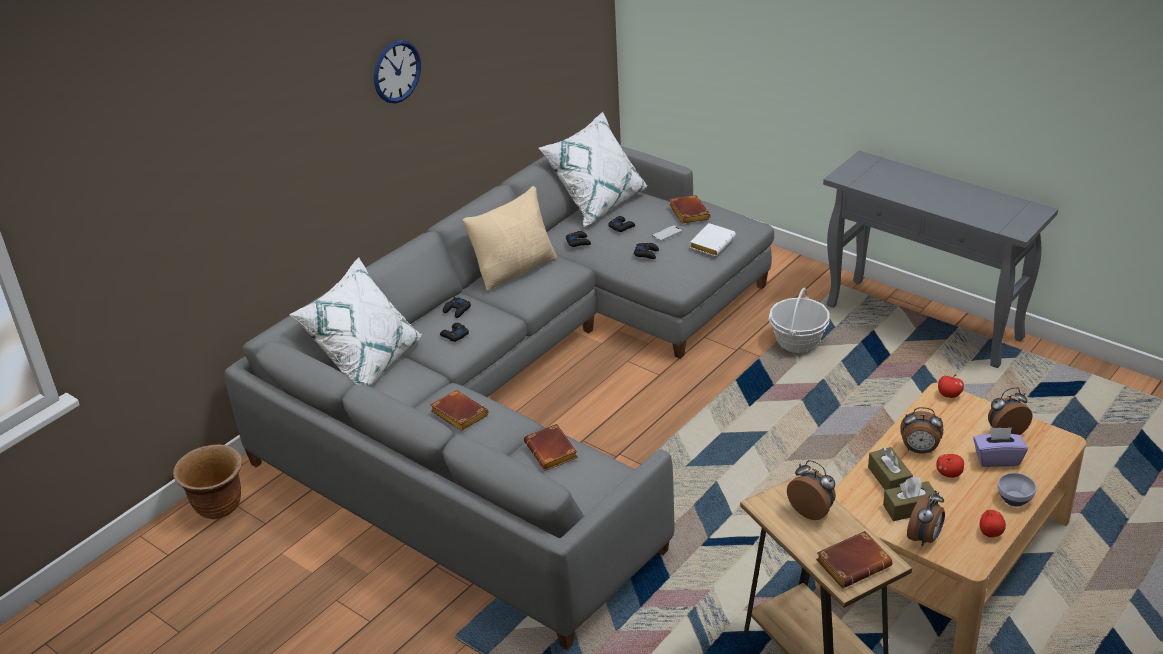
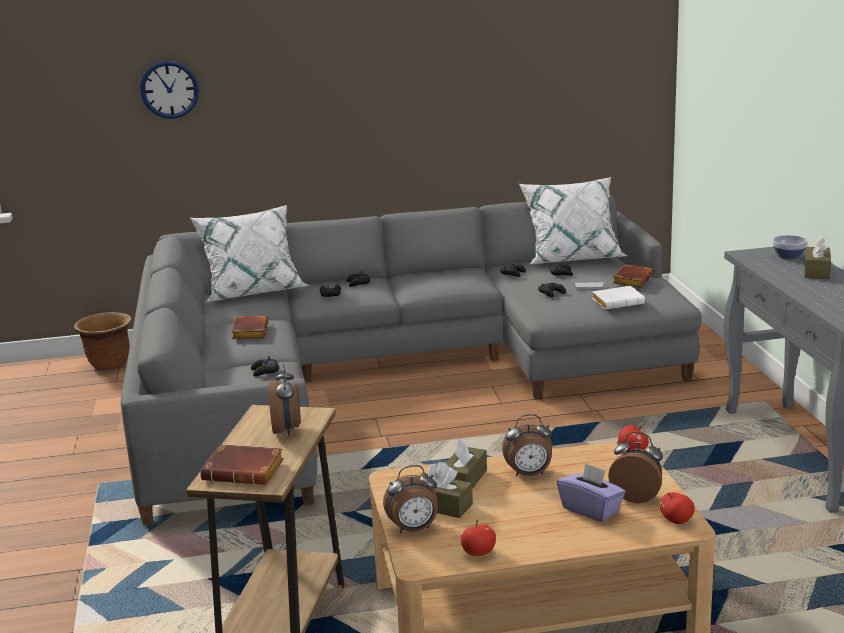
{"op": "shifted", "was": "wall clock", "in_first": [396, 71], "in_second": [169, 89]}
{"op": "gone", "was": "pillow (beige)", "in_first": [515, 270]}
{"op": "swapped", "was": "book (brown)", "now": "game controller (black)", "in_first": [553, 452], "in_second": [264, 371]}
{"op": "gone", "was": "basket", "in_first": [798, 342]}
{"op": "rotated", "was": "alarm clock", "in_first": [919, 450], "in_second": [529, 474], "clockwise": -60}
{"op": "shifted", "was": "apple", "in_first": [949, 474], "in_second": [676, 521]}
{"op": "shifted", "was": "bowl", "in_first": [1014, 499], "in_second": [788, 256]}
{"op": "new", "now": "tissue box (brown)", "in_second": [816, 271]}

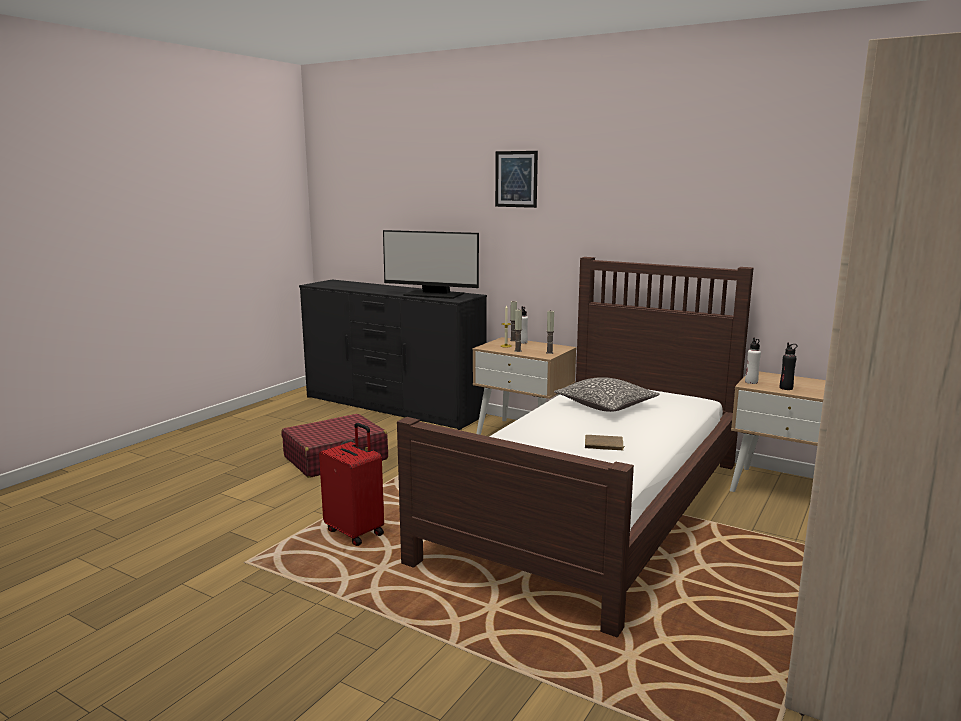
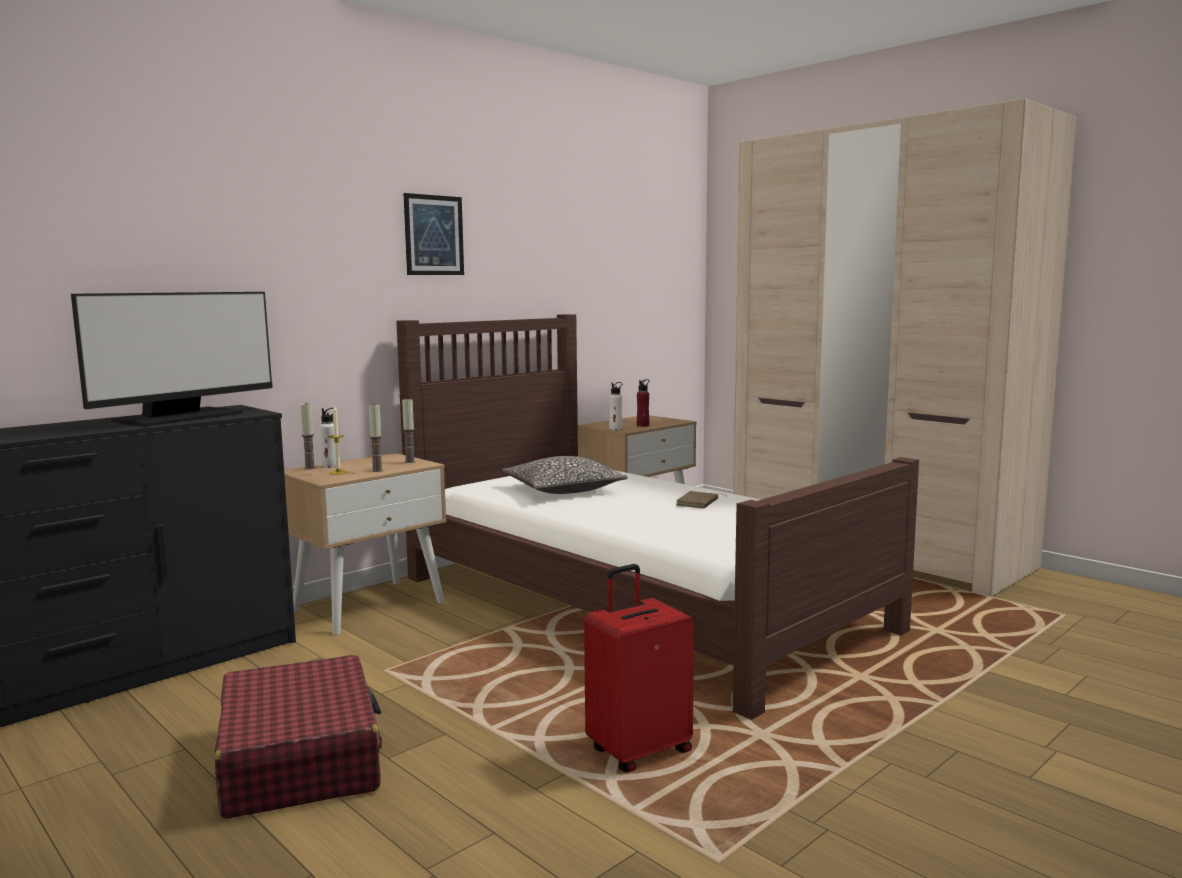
{"op": "shifted", "was": "picture", "in_first": [516, 179], "in_second": [434, 235]}
{"op": "repainted", "was": "bottle (black)", "now": "bottle (red)", "in_first": [786, 388], "in_second": [643, 425]}

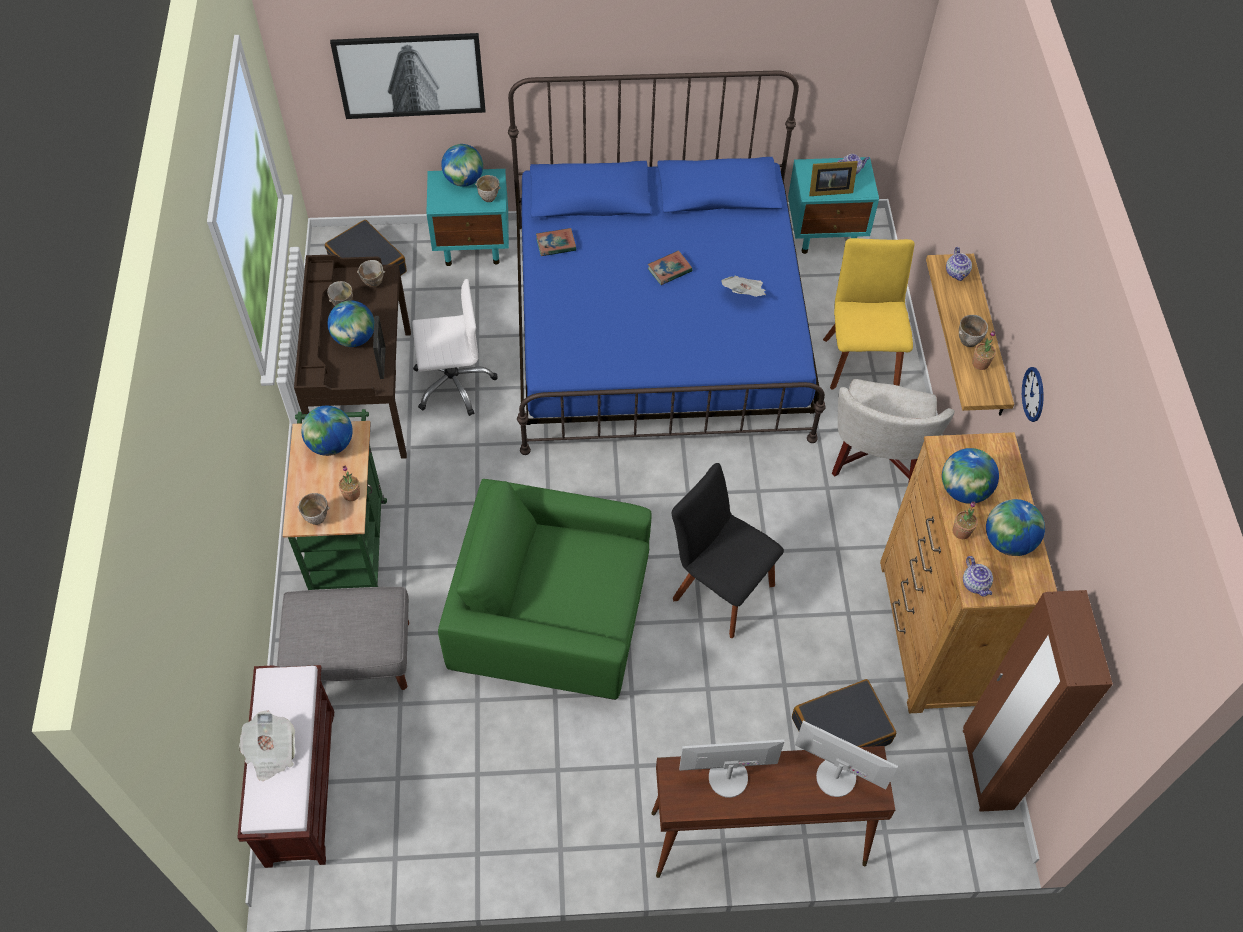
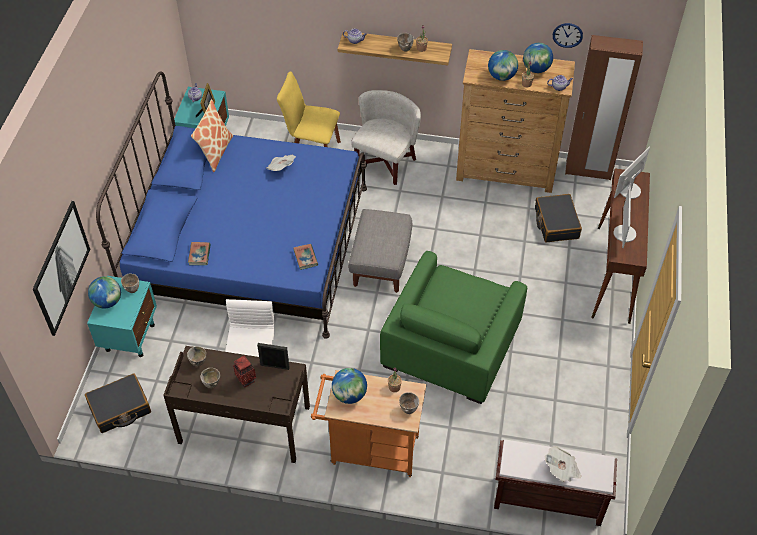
{"op": "shifted", "was": "ottoman (grey)", "in_first": [353, 657], "in_second": [381, 263]}
{"op": "repainted", "was": "cart (green)", "now": "cart (orange)", "in_first": [349, 541], "in_second": [369, 450]}
{"op": "swapped", "was": "globe", "now": "vase", "in_first": [354, 338], "in_second": [246, 380]}
{"op": "shifted", "was": "book", "in_first": [669, 270], "in_second": [305, 258]}
{"op": "gone", "was": "chair (black)", "in_first": [719, 588]}
{"op": "rotated", "was": "armchair (white)", "in_first": [876, 457], "in_second": [385, 163], "clockwise": -90}
{"op": "shifted", "was": "wall clock", "in_first": [1033, 394], "in_second": [567, 35]}
{"op": "new", "now": "pillow", "in_second": [215, 152]}

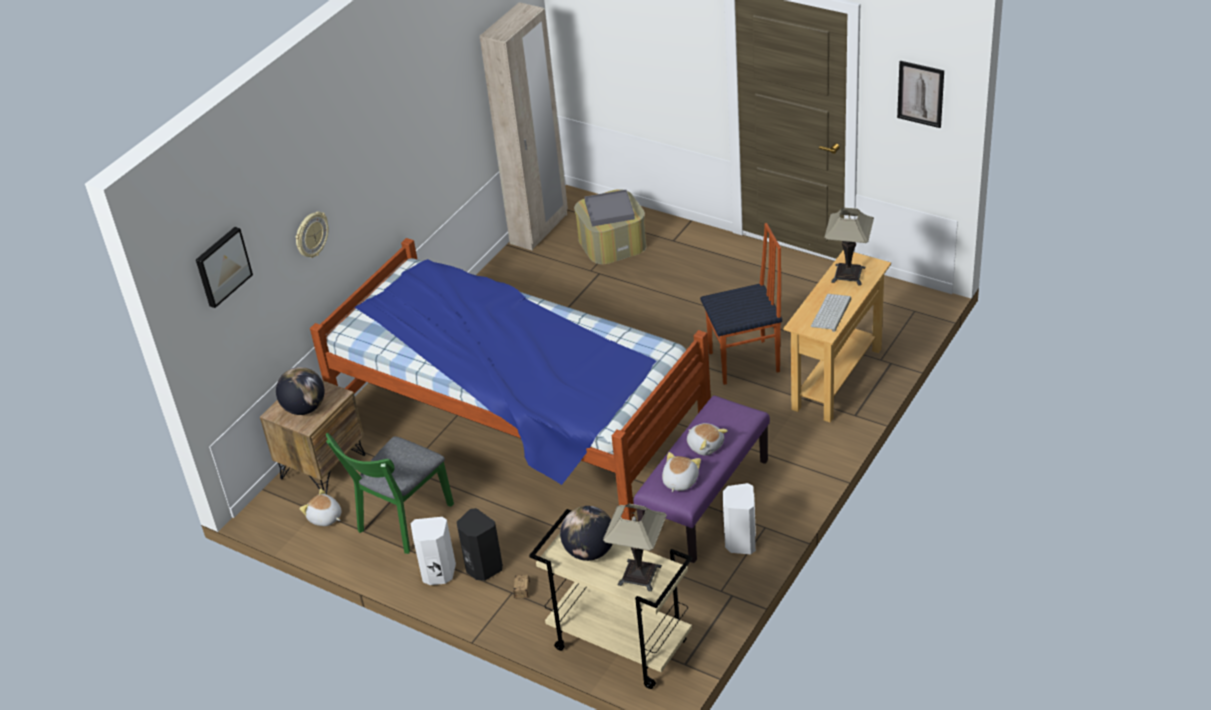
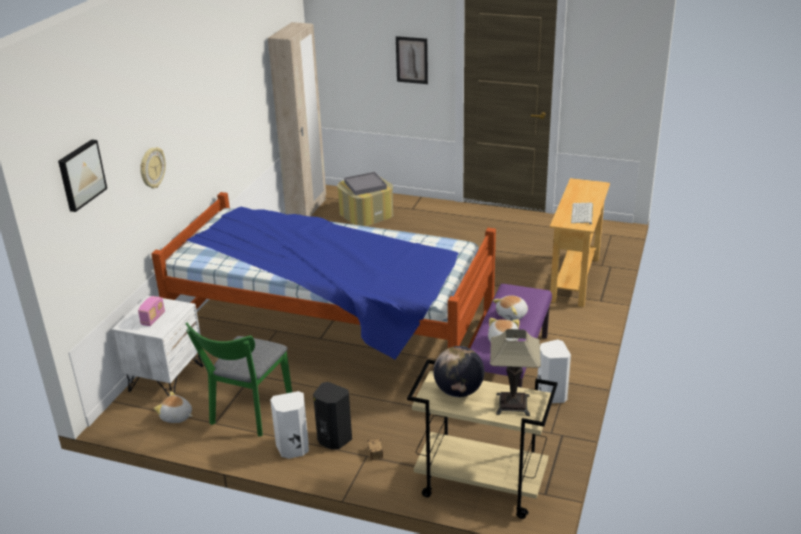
{"op": "repainted", "was": "nightstand (brown)", "now": "nightstand (white)", "in_first": [322, 466], "in_second": [166, 378]}
{"op": "swapped", "was": "globe", "now": "radio", "in_first": [305, 408], "in_second": [153, 319]}
{"op": "rotated", "was": "plush toy", "in_first": [705, 445], "in_second": [512, 315], "clockwise": 105}
{"op": "gone", "was": "chair", "in_first": [745, 363]}
{"op": "gone", "was": "table lamp", "in_first": [848, 275]}
{"op": "shifted", "was": "picture", "in_first": [920, 94], "in_second": [412, 60]}

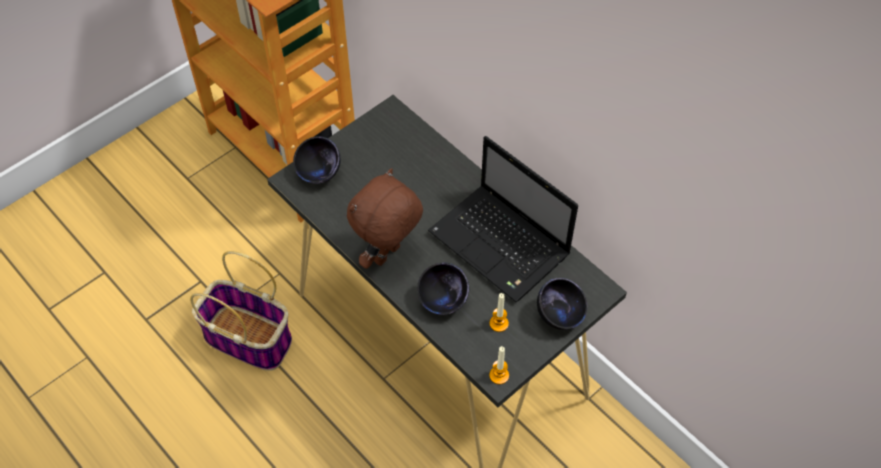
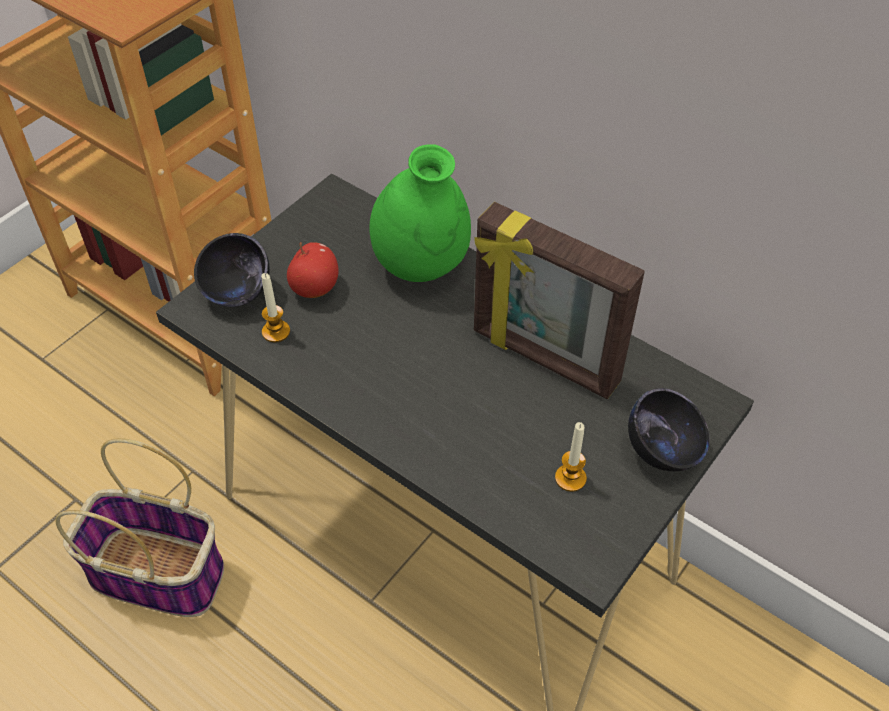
{"op": "gone", "was": "plush toy (brown)", "in_first": [388, 255]}
{"op": "gone", "was": "bowl (black)", "in_first": [443, 300]}
{"op": "swapped", "was": "laptop", "now": "picture frame", "in_first": [502, 245], "in_second": [544, 358]}
{"op": "shifted", "was": "candle", "in_first": [499, 375], "in_second": [276, 332]}
{"op": "new", "now": "apple", "in_second": [315, 288]}
{"op": "new", "now": "vase (green)", "in_second": [421, 266]}

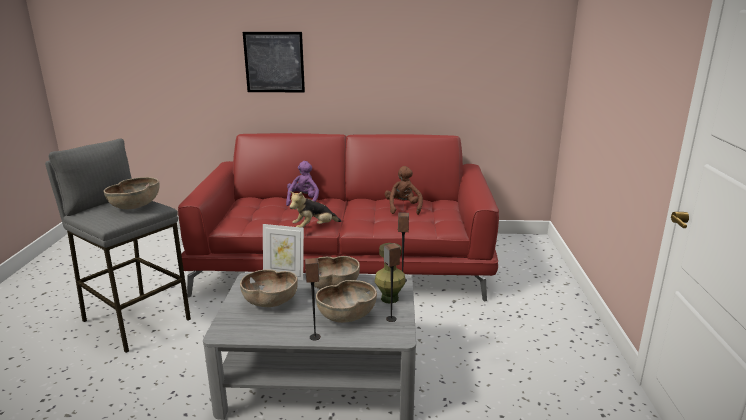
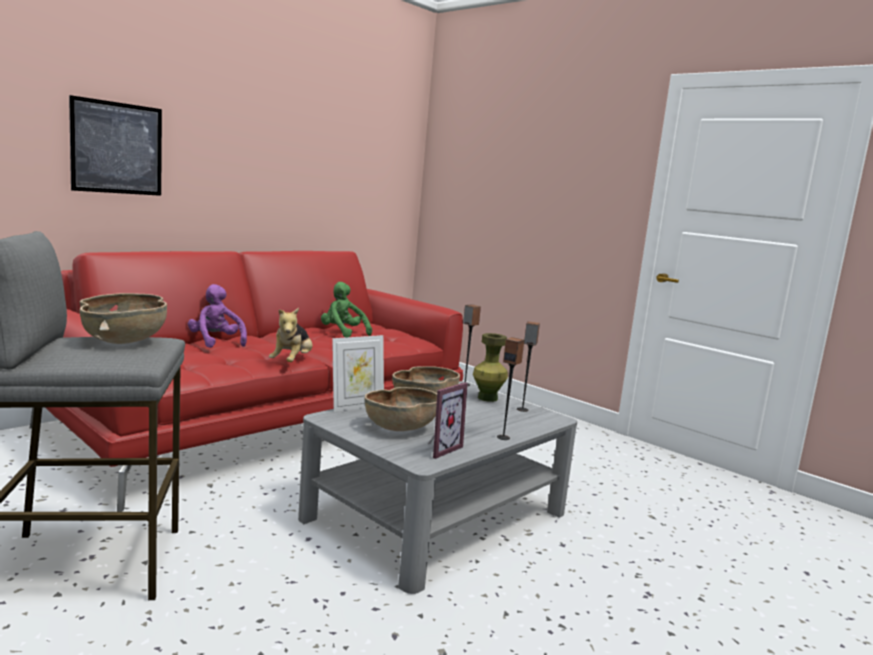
{"op": "gone", "was": "bowl (brown)", "in_first": [347, 316]}
{"op": "repainted", "was": "plush toy (brown)", "now": "plush toy (green)", "in_first": [403, 208], "in_second": [343, 333]}
{"op": "new", "now": "picture frame", "in_second": [439, 449]}

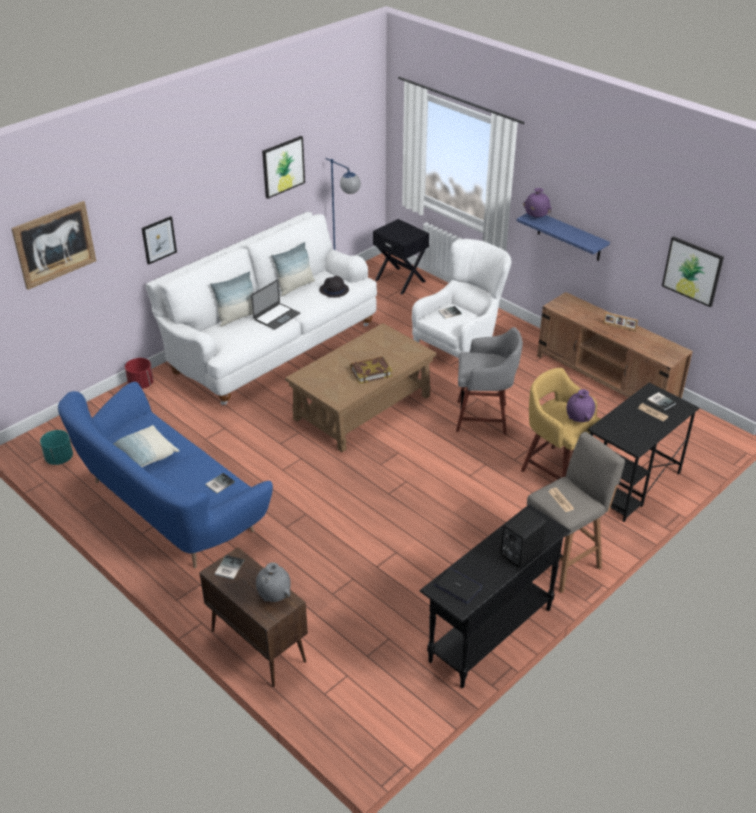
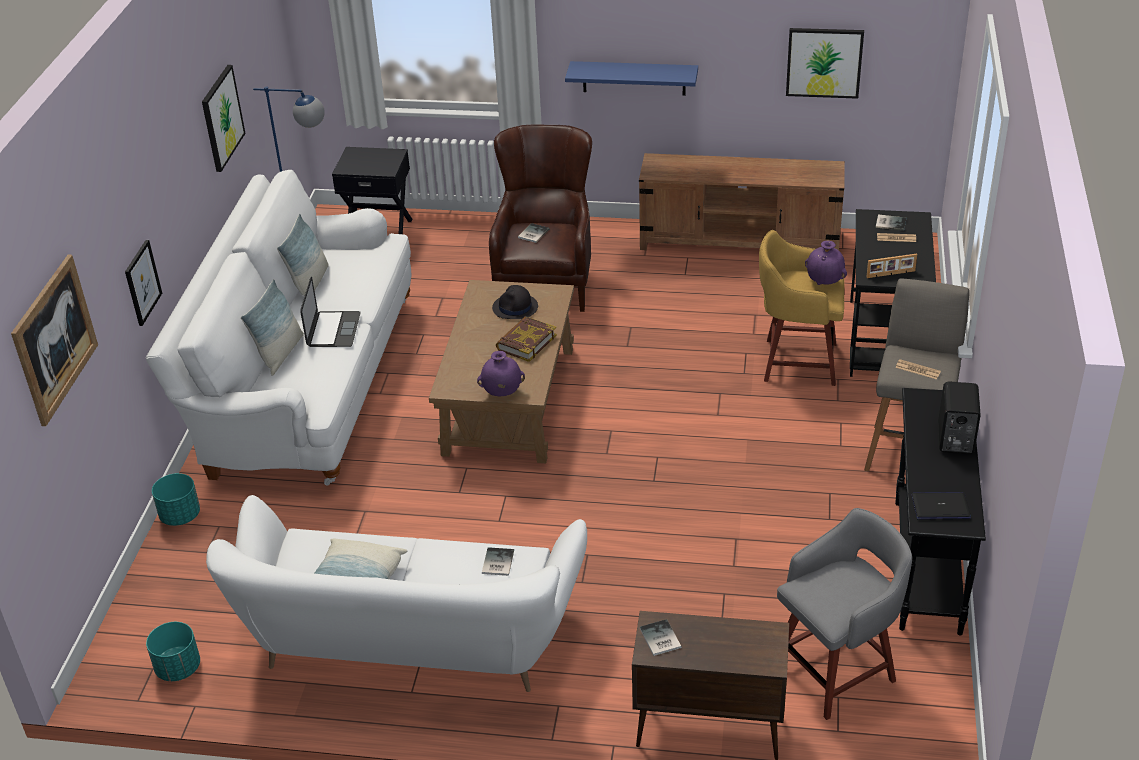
{"op": "repainted", "was": "sofa (blue)", "now": "sofa (white)", "in_first": [168, 507], "in_second": [408, 643]}
{"op": "repainted", "was": "planter (red)", "now": "planter (turquoise)", "in_first": [141, 384], "in_second": [180, 515]}
{"op": "gone", "was": "vase (grey)", "in_first": [274, 596]}
{"op": "shifted", "was": "hat (black)", "in_first": [334, 290], "in_second": [515, 308]}
{"op": "repainted", "was": "armchair (white)", "now": "armchair (brown)", "in_first": [460, 349], "in_second": [546, 281]}
{"op": "shifted", "was": "stool (grey)", "in_first": [484, 418], "in_second": [837, 670]}
{"op": "shifted", "was": "vase (purple)", "in_first": [536, 217], "in_second": [501, 393]}
{"op": "shifted", "was": "picture frame", "in_first": [619, 327], "in_second": [891, 274]}

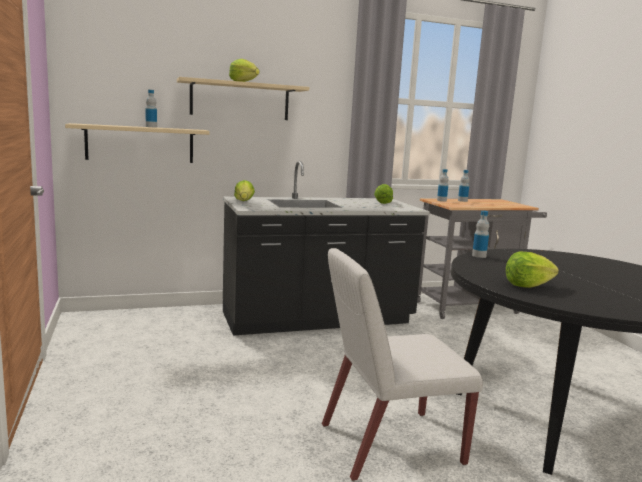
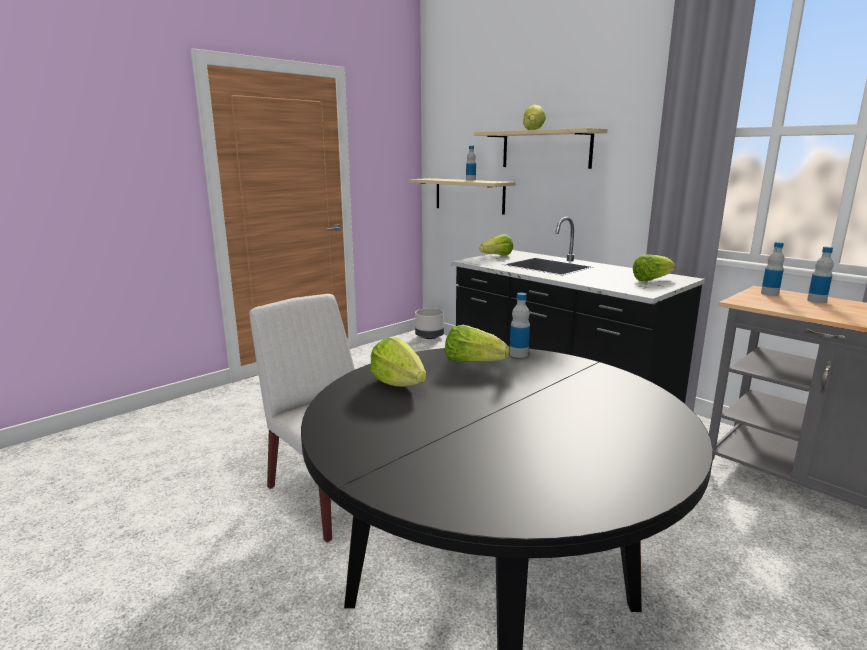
{"op": "new", "now": "planter (grey)", "in_second": [429, 337]}
{"op": "new", "now": "lettuce", "in_second": [473, 362]}

